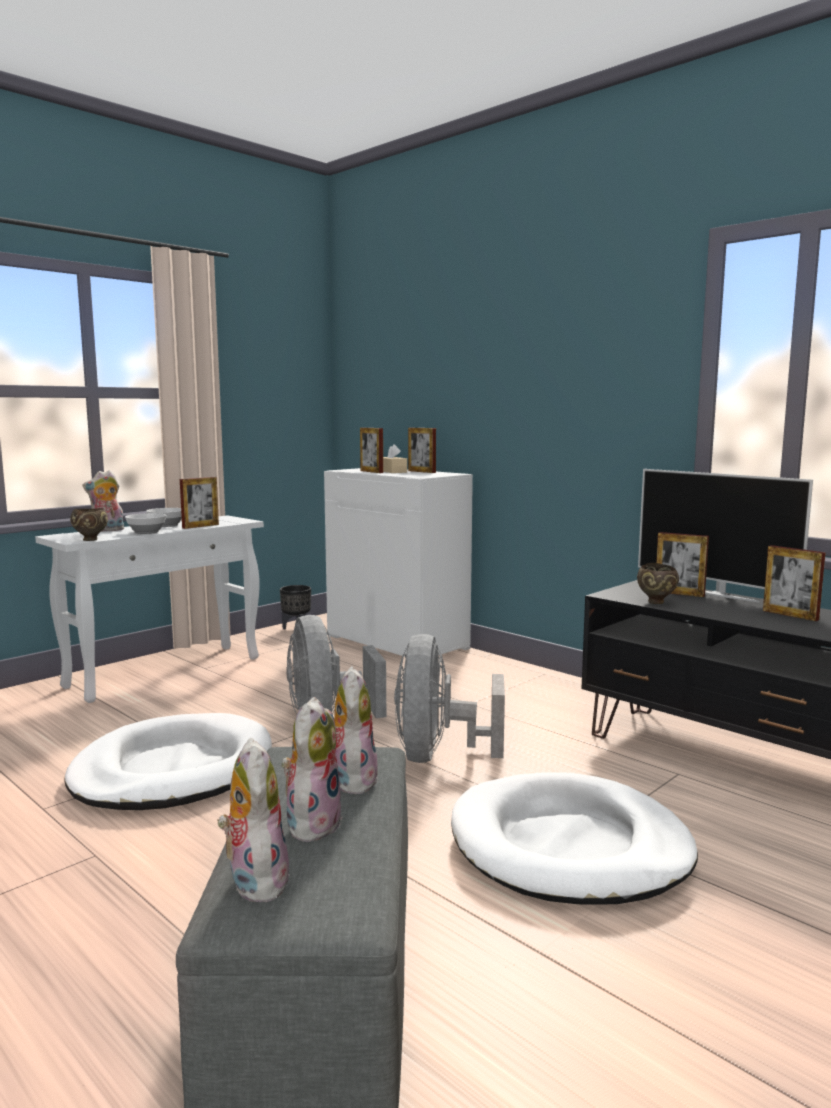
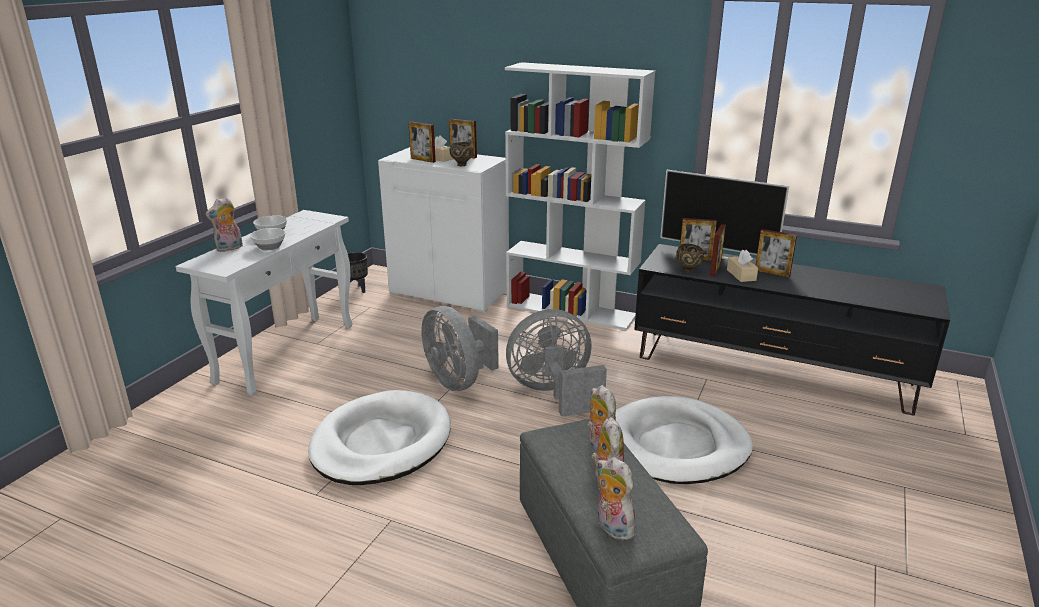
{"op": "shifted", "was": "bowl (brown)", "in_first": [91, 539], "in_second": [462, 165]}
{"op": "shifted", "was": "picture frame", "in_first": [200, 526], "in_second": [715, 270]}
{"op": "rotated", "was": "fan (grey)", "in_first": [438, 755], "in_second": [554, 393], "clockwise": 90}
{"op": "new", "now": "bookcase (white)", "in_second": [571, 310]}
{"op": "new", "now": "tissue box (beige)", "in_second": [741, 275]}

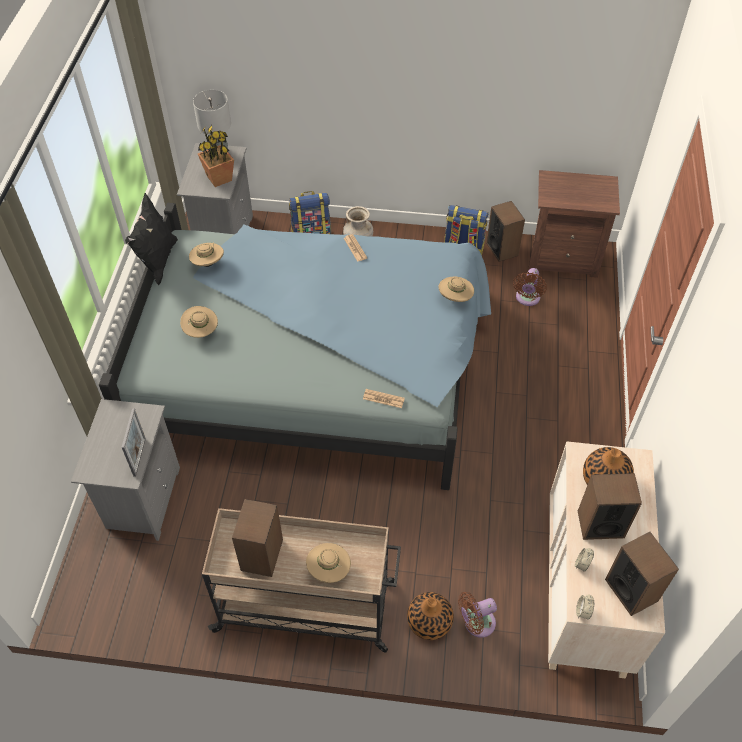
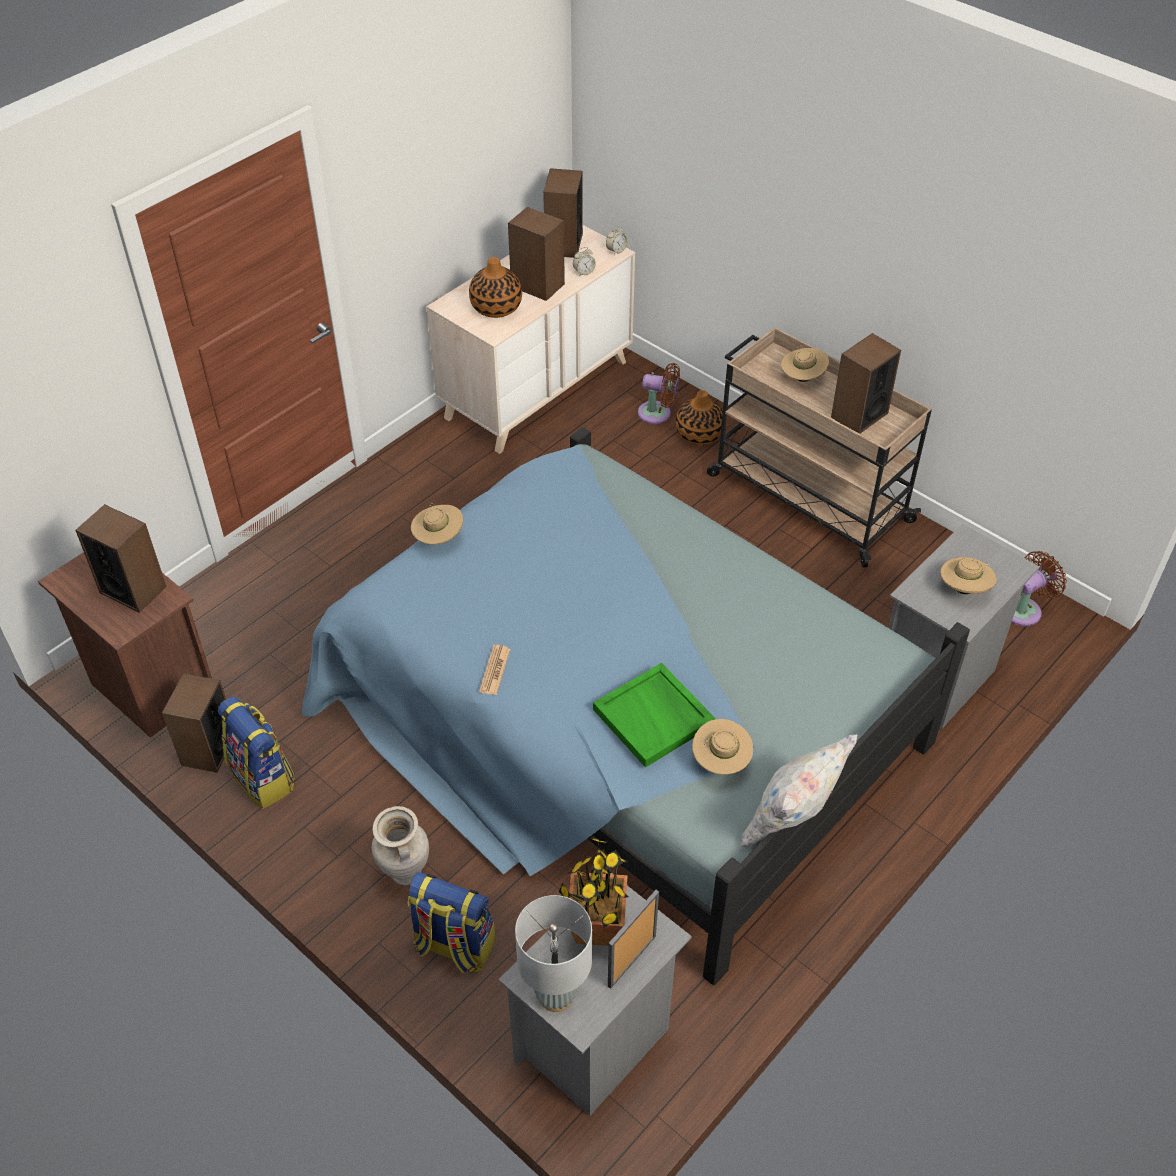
{"op": "shifted", "was": "picture frame", "in_first": [139, 457], "in_second": [631, 961]}
{"op": "repainted", "was": "pillow (black)", "now": "pillow (white)", "in_first": [158, 261], "in_second": [792, 821]}
{"op": "shifted", "was": "hat (beige)", "in_first": [201, 331], "in_second": [964, 589]}
{"op": "gone", "was": "newspaper", "in_first": [383, 399]}
{"op": "shifted", "was": "fan (brown)", "in_first": [527, 299], "in_second": [1025, 609]}
{"op": "new", "now": "speaker", "in_second": [133, 589]}
{"op": "new", "now": "tray (green)", "in_second": [654, 717]}

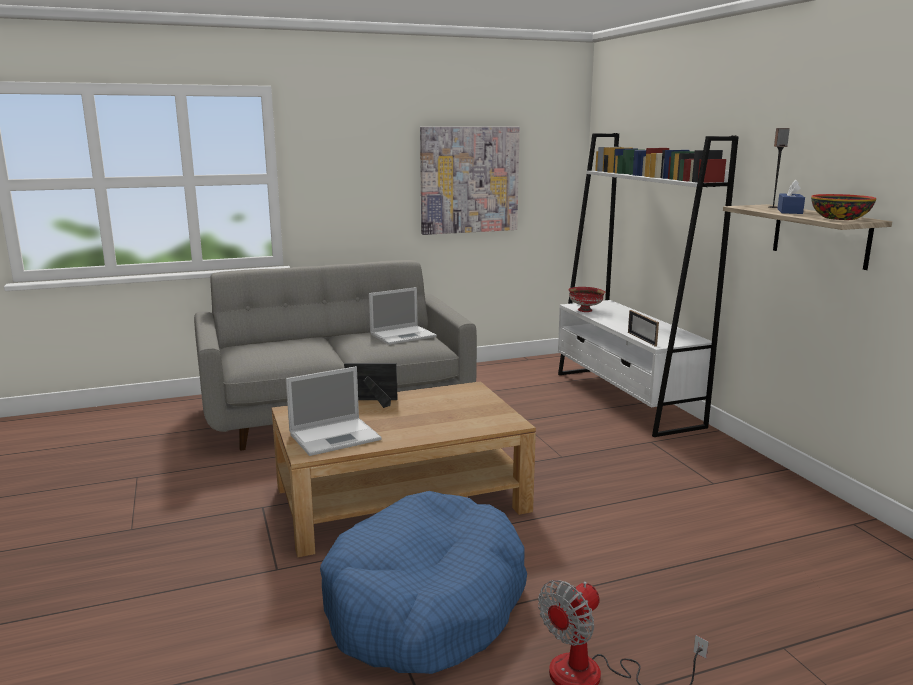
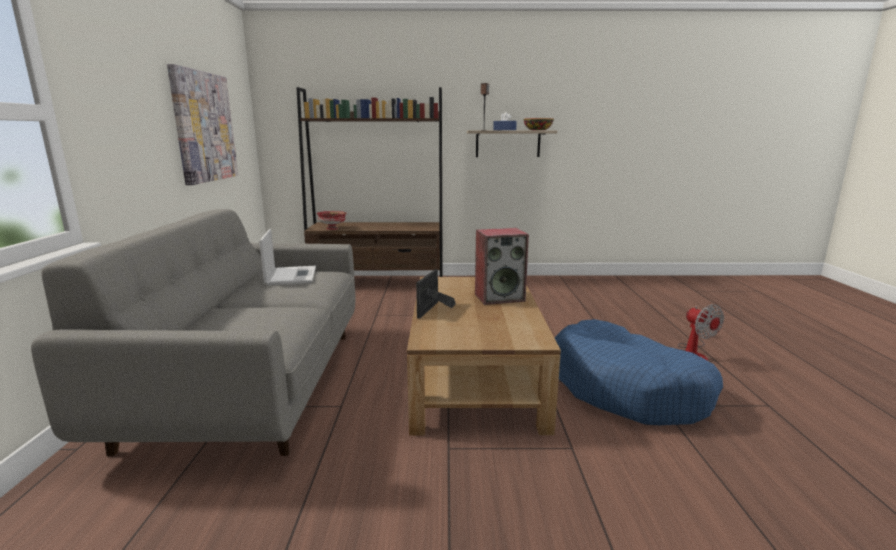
{"op": "gone", "was": "laptop", "in_first": [336, 436]}
{"op": "repainted", "was": "bookcase (white)", "now": "bookcase (brown)", "in_first": [625, 399], "in_second": [378, 283]}
{"op": "gone", "was": "picture frame", "in_first": [642, 339]}
{"op": "new", "now": "speaker", "in_second": [500, 297]}

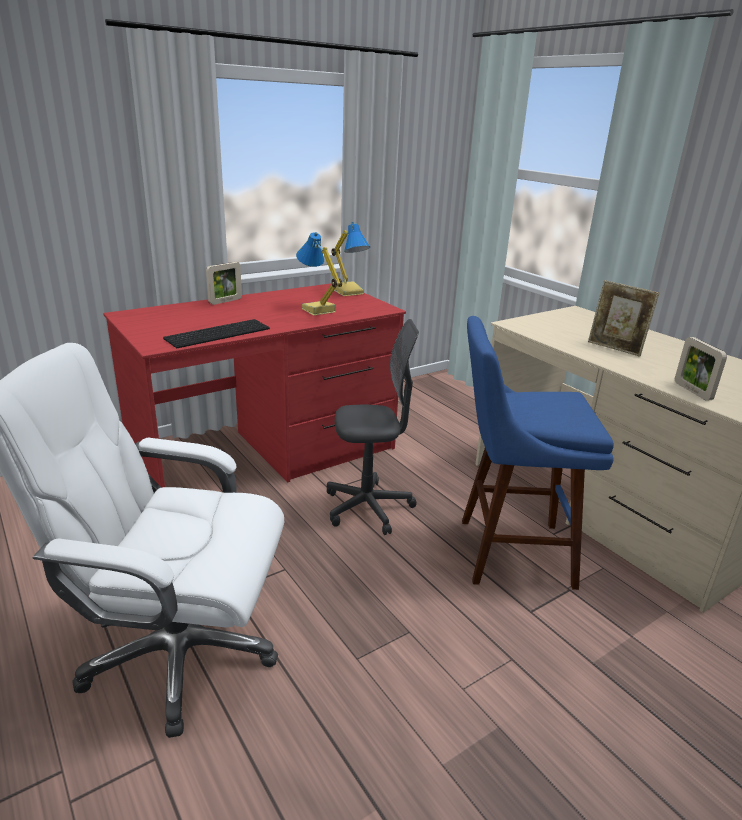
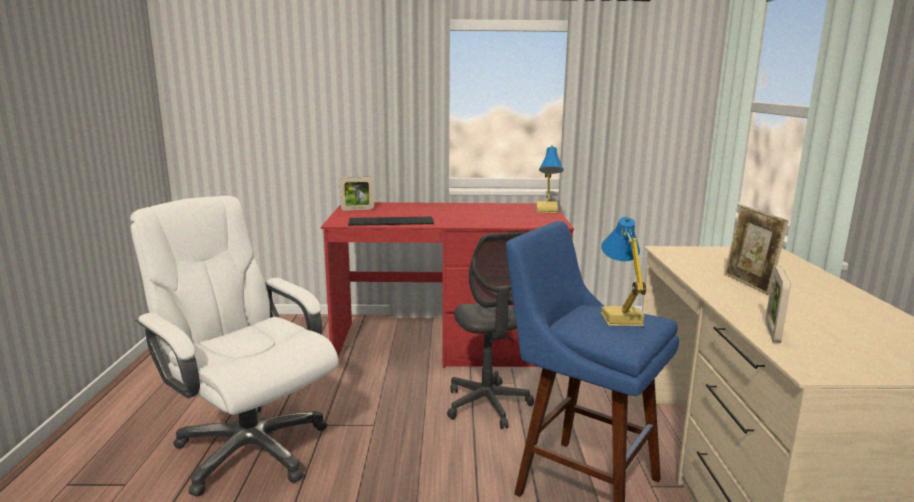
{"op": "shifted", "was": "picture frame", "in_first": [225, 301], "in_second": [357, 209]}
{"op": "shifted", "was": "table lamp", "in_first": [317, 310], "in_second": [620, 319]}
{"op": "rotated", "was": "office chair (grey)", "in_first": [368, 508], "in_second": [487, 405], "clockwise": 45}

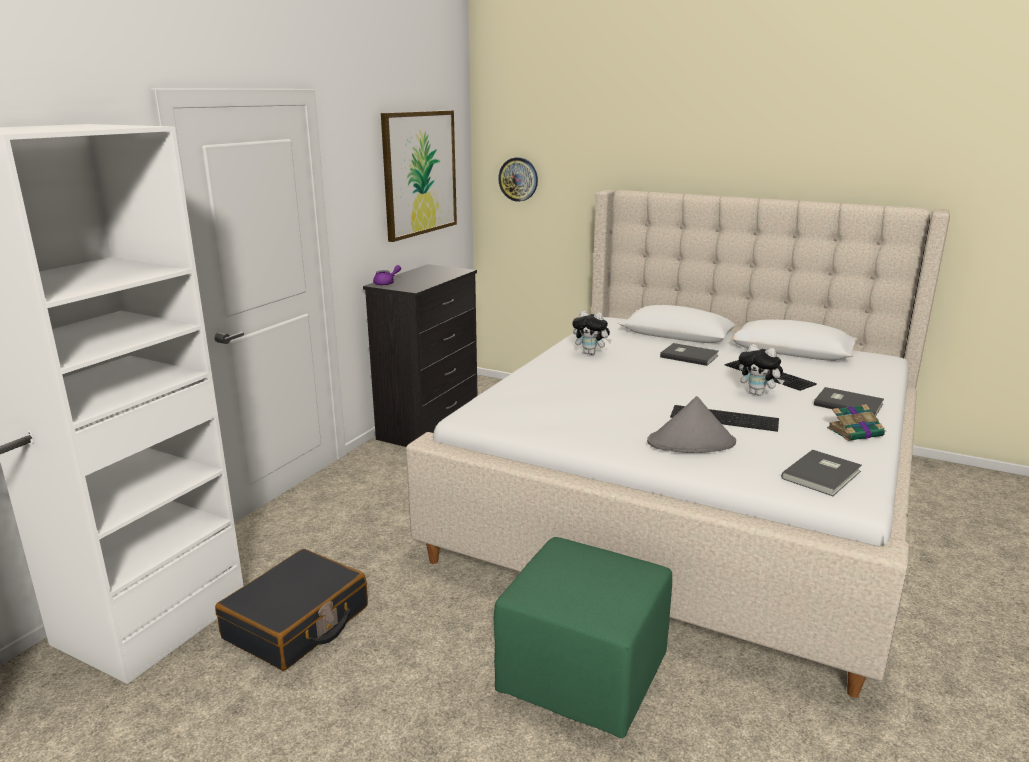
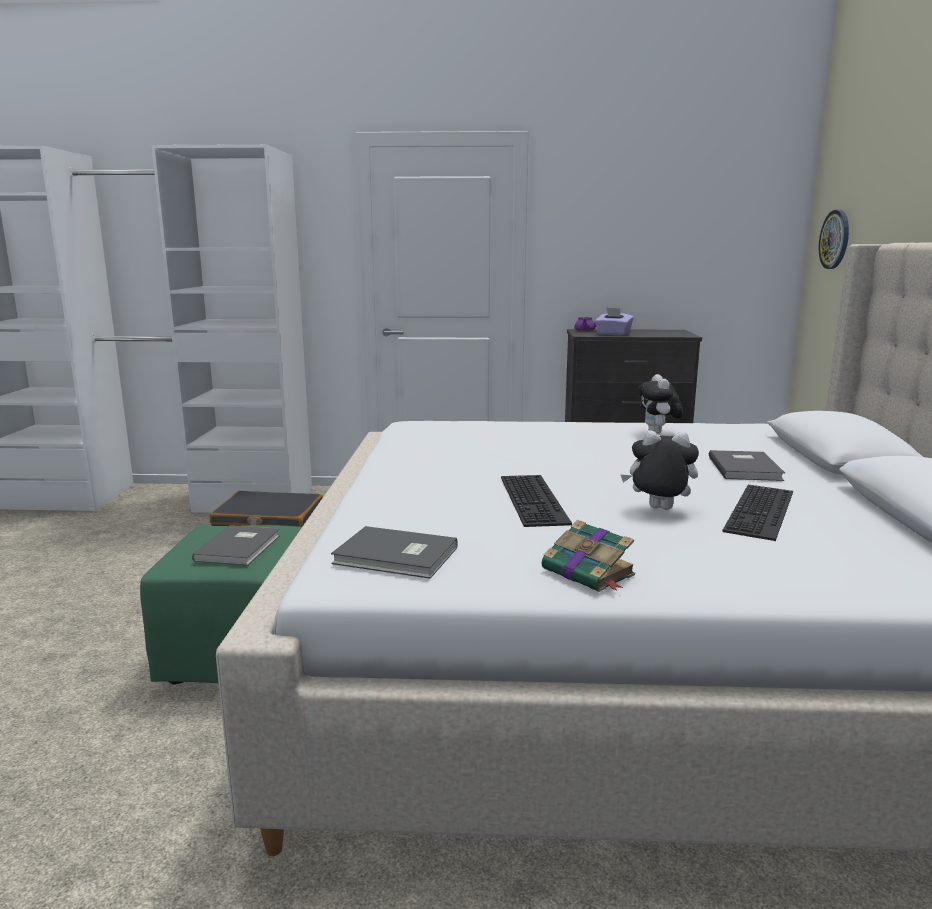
{"op": "gone", "was": "picture", "in_first": [419, 173]}
{"op": "gone", "was": "hat (grey)", "in_first": [691, 443]}
{"op": "rotated", "was": "plush toy", "in_first": [758, 394], "in_second": [658, 509], "clockwise": 90}
{"op": "shifted", "was": "book (grey)", "in_first": [847, 404], "in_second": [240, 547]}
{"op": "new", "now": "tissue box (purple)", "in_second": [613, 334]}

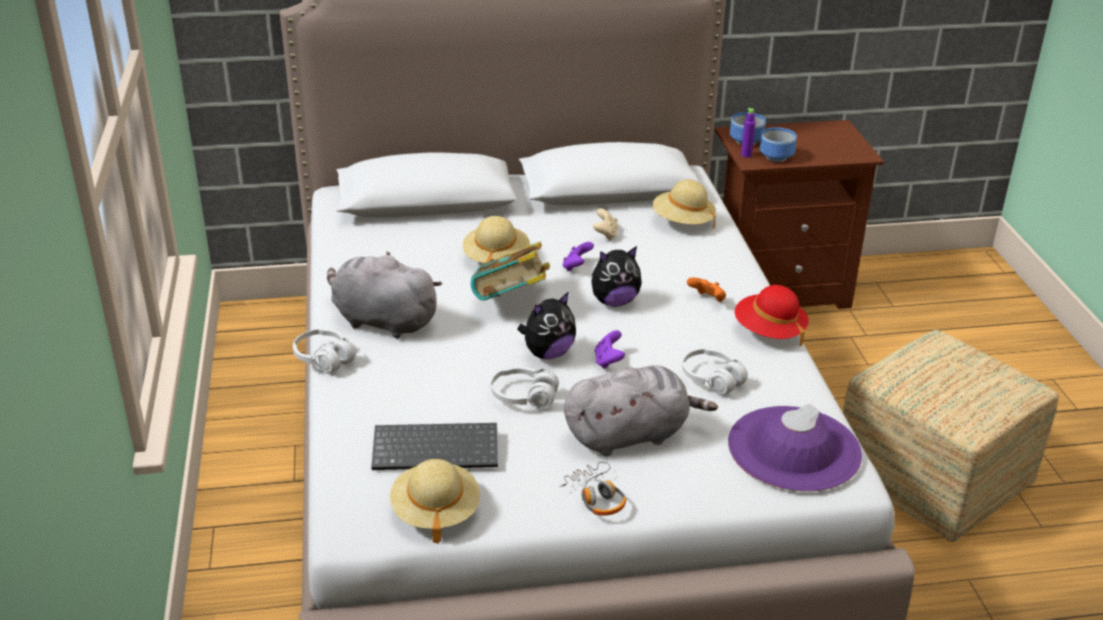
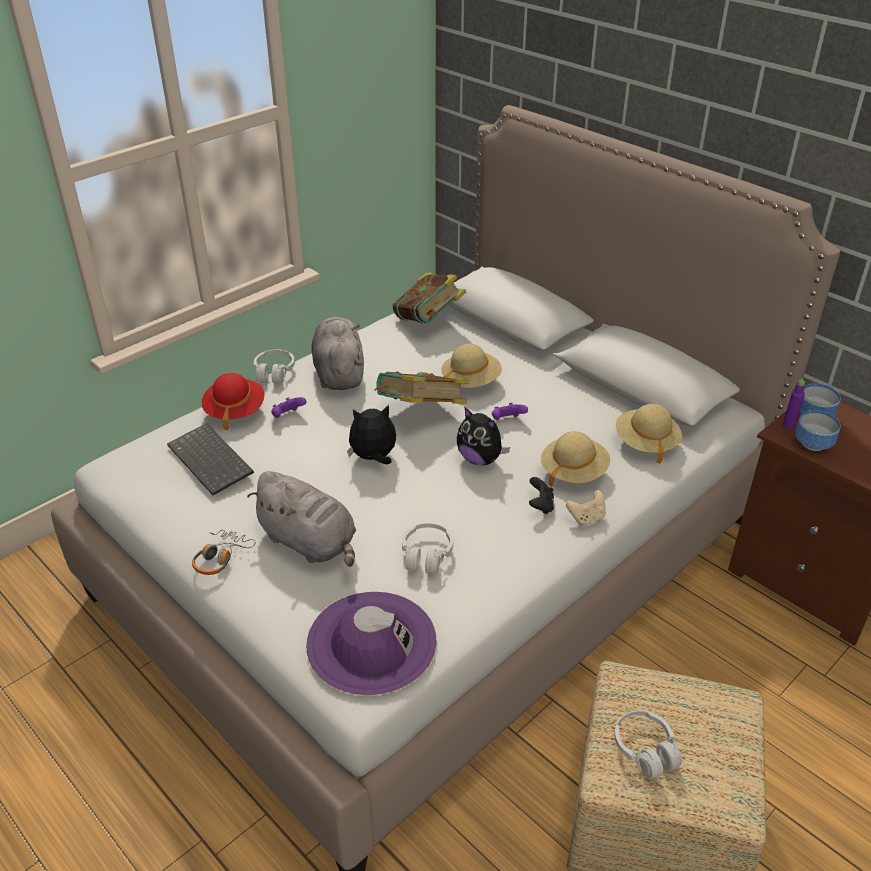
{"op": "shifted", "was": "hat (beige)", "in_first": [435, 512], "in_second": [573, 472]}
{"op": "shifted", "was": "headphones (white)", "in_first": [523, 397], "in_second": [645, 750]}
{"op": "rotated", "was": "plush toy", "in_first": [548, 353], "in_second": [374, 458], "clockwise": 150}
{"op": "shifted", "was": "game controller (beige)", "in_first": [605, 234], "in_second": [586, 518]}
{"op": "shifted", "was": "game controller (purple)", "in_first": [608, 361], "in_second": [288, 416]}
{"op": "repainted", "was": "game controller (orange)", "now": "game controller (black)", "in_first": [707, 300], "in_second": [540, 505]}
{"op": "shifted", "was": "hat (red)", "in_first": [769, 331], "in_second": [235, 411]}
{"op": "new", "now": "book", "in_second": [428, 322]}

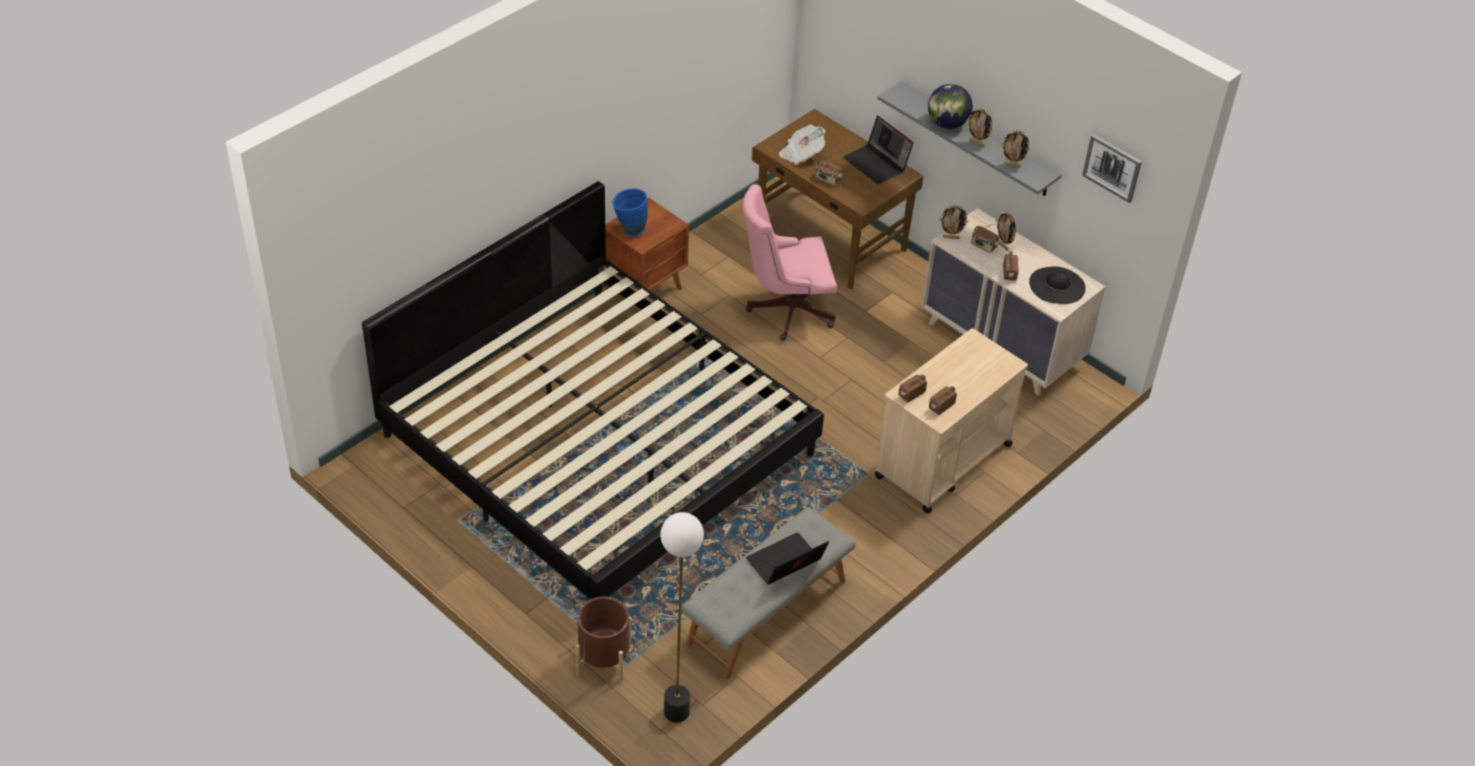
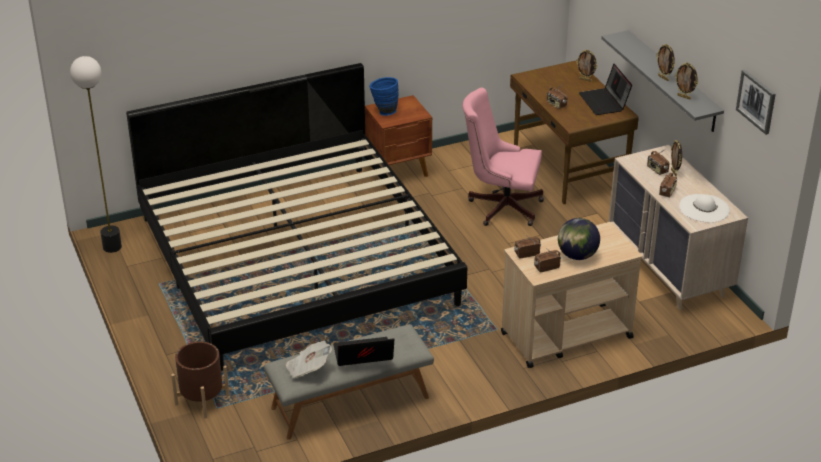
{"op": "shifted", "was": "floor lamp", "in_first": [676, 711], "in_second": [111, 247]}
{"op": "shifted", "was": "newspaper", "in_first": [801, 154], "in_second": [308, 368]}
{"op": "shifted", "was": "globe", "in_first": [947, 124], "in_second": [577, 255]}
{"op": "shifted", "was": "picture frame", "in_first": [951, 237], "in_second": [585, 80]}
{"op": "repainted", "was": "hat (black)", "now": "hat (white)", "in_first": [1057, 285], "in_second": [704, 208]}

